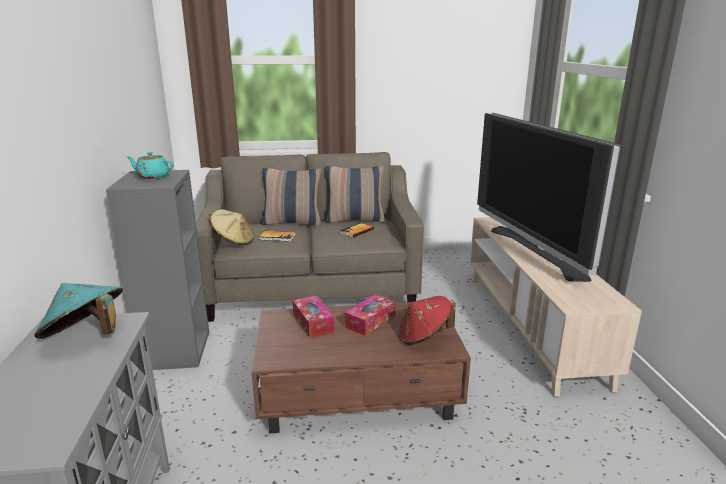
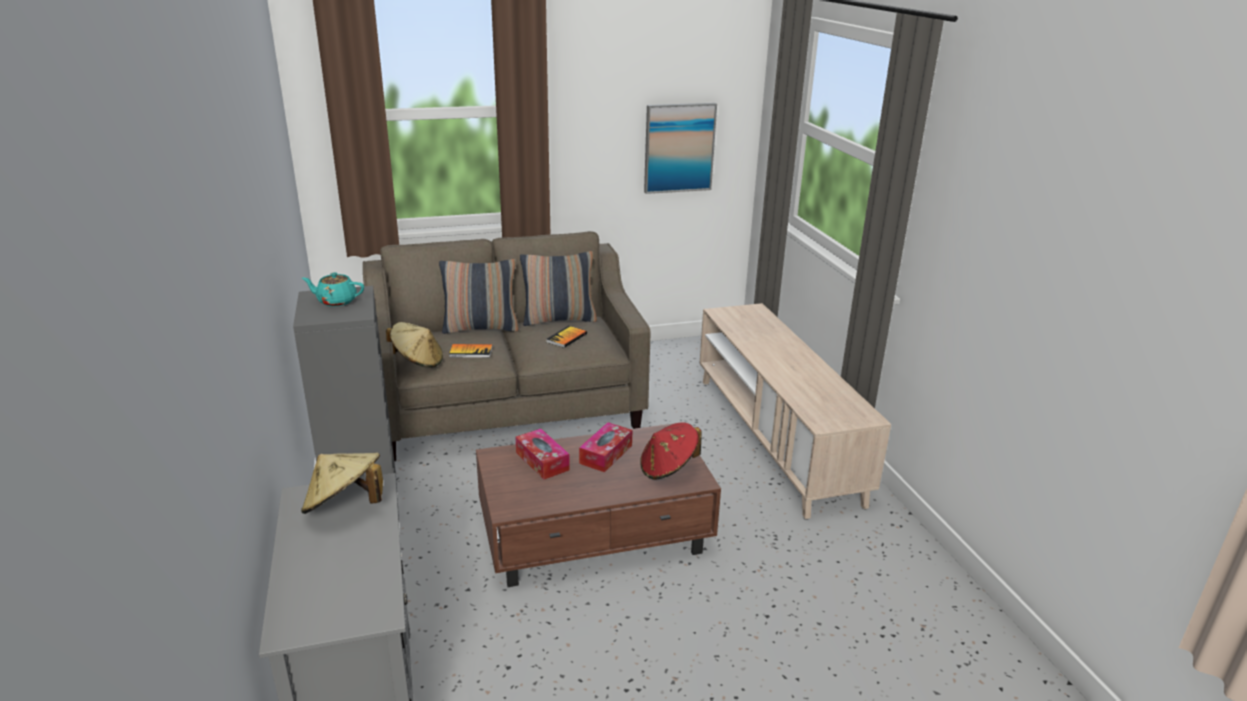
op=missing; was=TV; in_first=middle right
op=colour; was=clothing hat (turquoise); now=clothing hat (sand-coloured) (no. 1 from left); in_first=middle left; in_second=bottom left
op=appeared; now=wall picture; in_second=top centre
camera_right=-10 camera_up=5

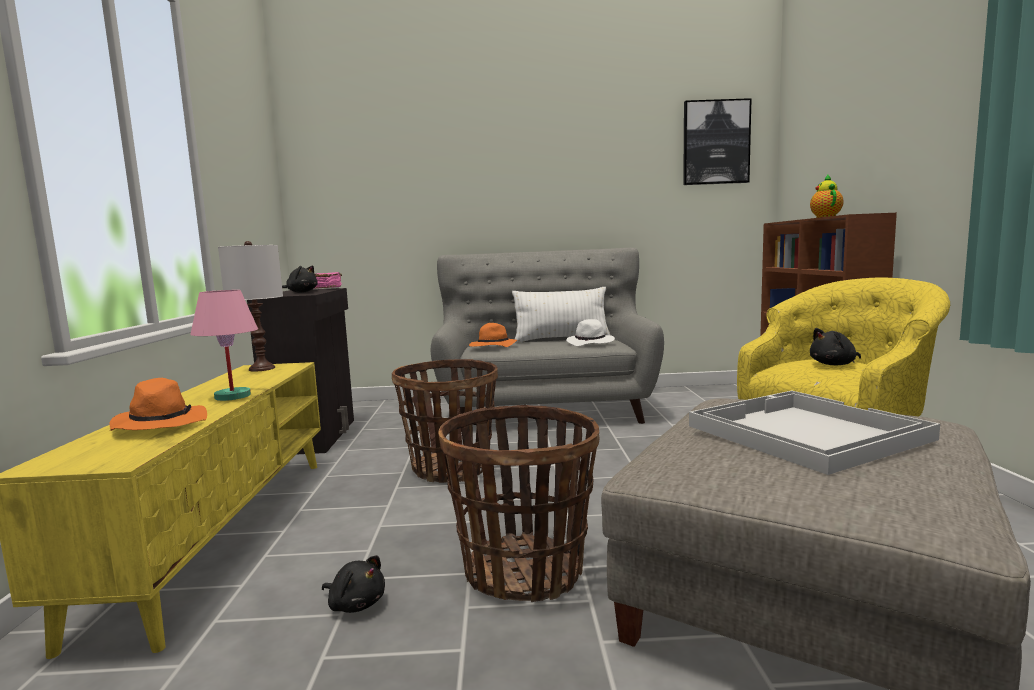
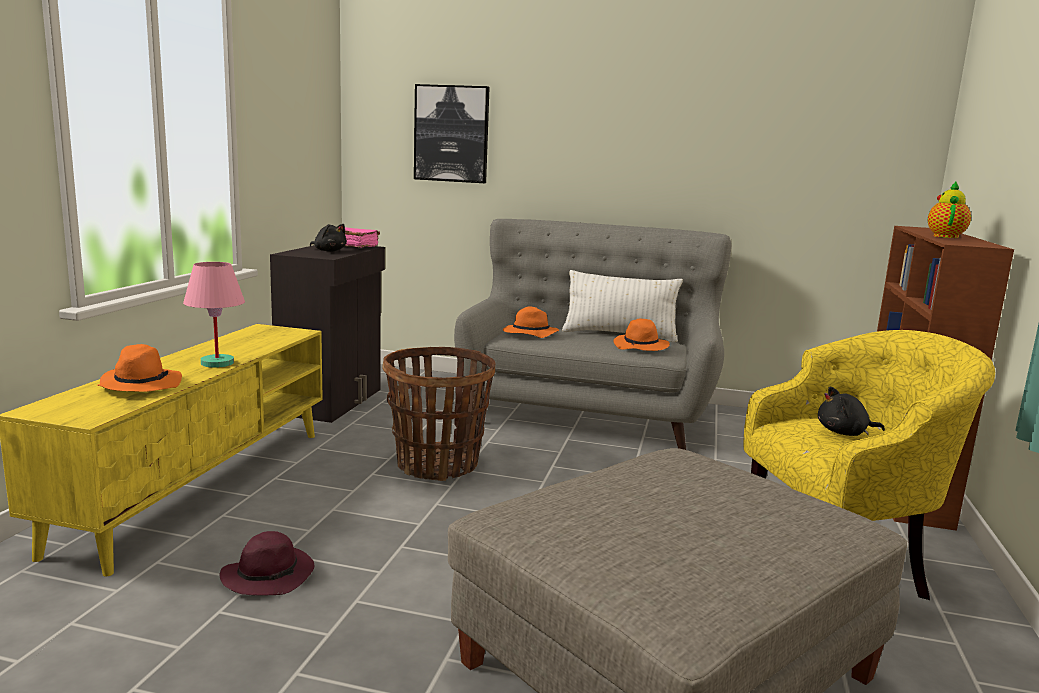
op=relocated; was=wall picture; in_first=top right; in_second=top centre
op=missing; was=table lamp (whitish); in_first=middle left
op=colour; was=clothing hat (whitish); now=clothing hat (orange) (no. 3 from left); in_first=centre; in_second=centre
op=missing; was=carrying tray (whitish); in_first=middle right
op=missing; was=basket (no. 2 from left); in_first=bottom centre
op=exchanged; was=plush toy (black) (no. 2 from left); now=clothing hat (purple); in_first=bottom centre; in_second=bottom left
camera_right=15 camera_up=5

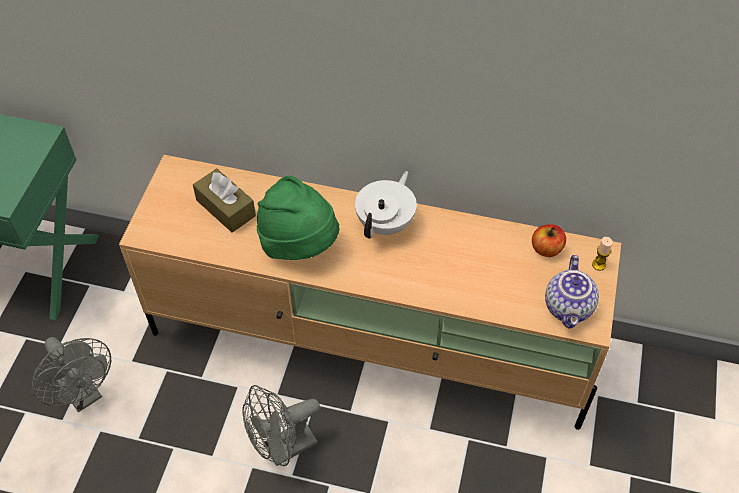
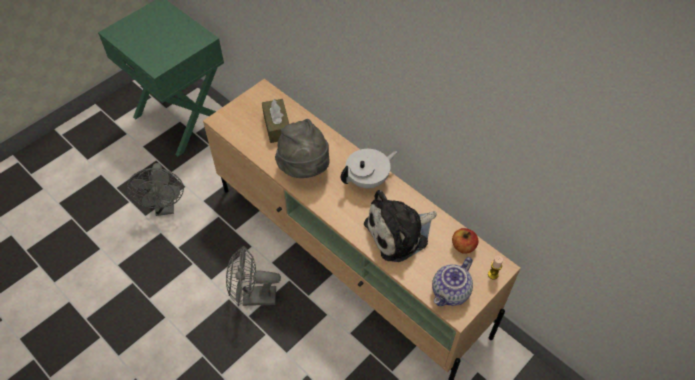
op=colour; was=clothing hat (green); now=clothing hat (grey); in_first=centre; in_second=centre
op=appeared; now=plush toy; in_second=centre
camera_right=30 camera_up=0

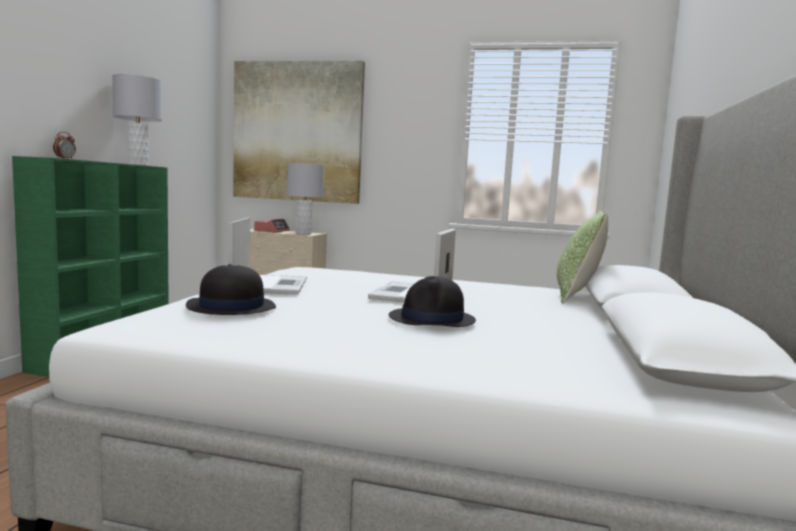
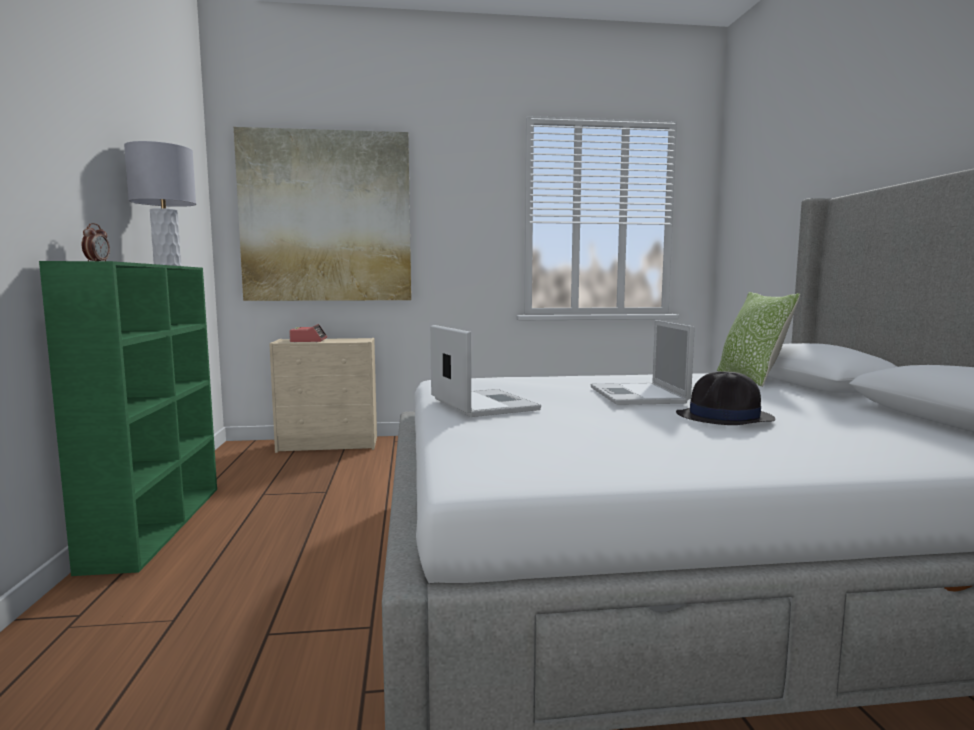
op=missing; was=table lamp (grey) (no. 2 from left); in_first=centre
op=missing; was=clothing hat (black) (no. 1 from left); in_first=middle left
camera_right=-20 camera_up=0

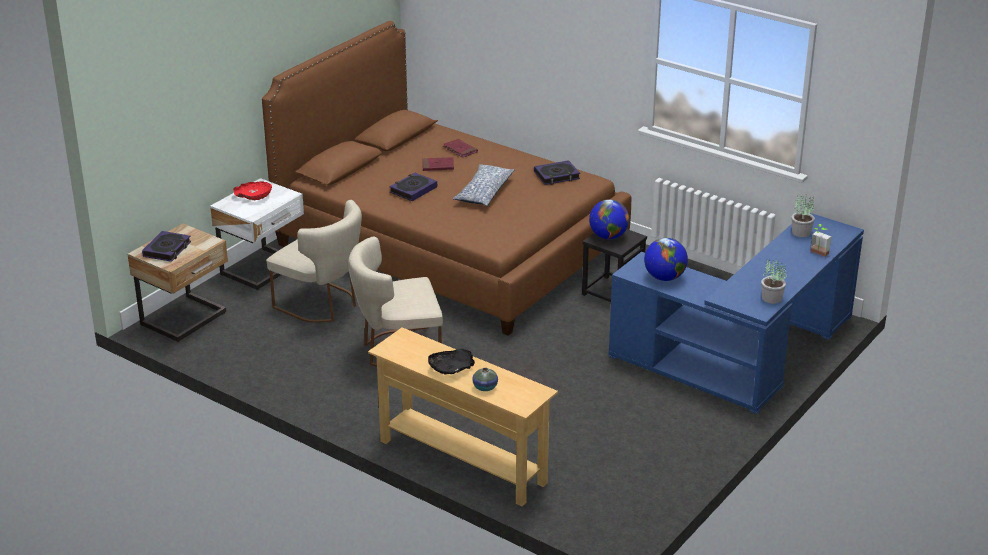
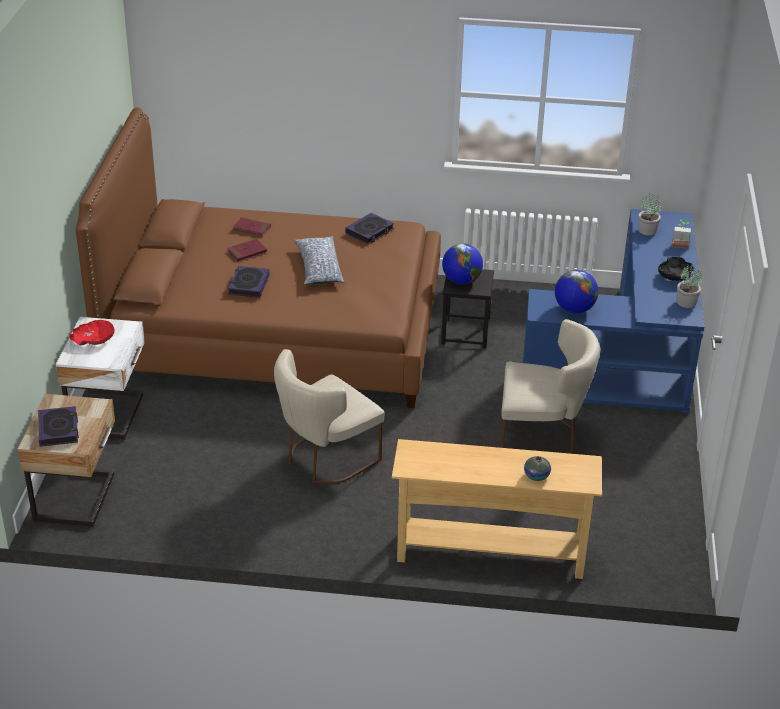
op=relocated; was=chair (sand-coloured) (no. 1 from left in the first image); now=chair (sand-coloured) (no. 2 from left); in_first=middle left; in_second=middle right
op=relocated; was=serving bowl (black); in_first=centre; in_second=middle right
camera_right=-30 camera_up=5

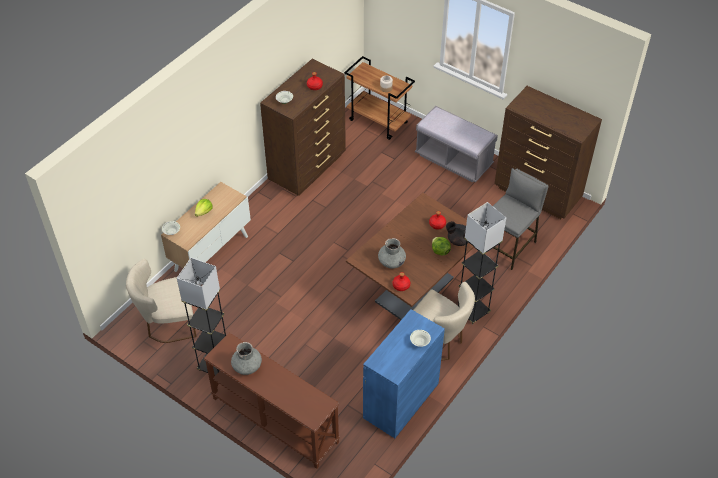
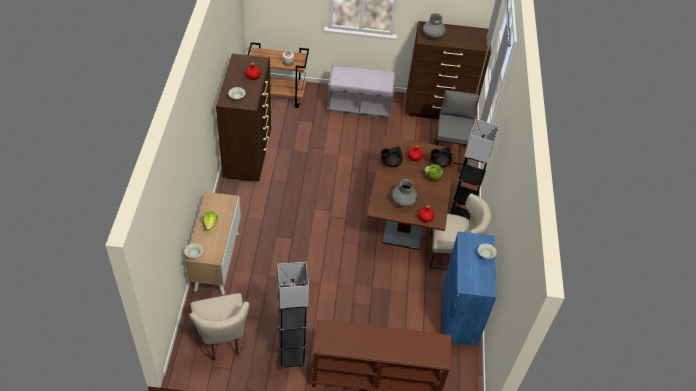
op=spun; was=chair (sand-coloured) (no. 1 from left); in_first=middle left; in_second=bottom left; clockwise=-60
op=relocated; was=decorative vase (grey) (no. 1 from left in the first image); now=decorative vase (grey) (no. 2 from left); in_first=bottom centre; in_second=top centre
op=appeared; now=tea pot (black) (no. 1 from left); in_second=centre
camera_right=-35 camera_up=0

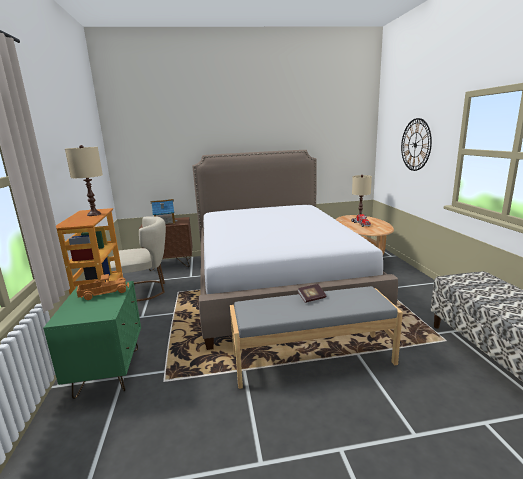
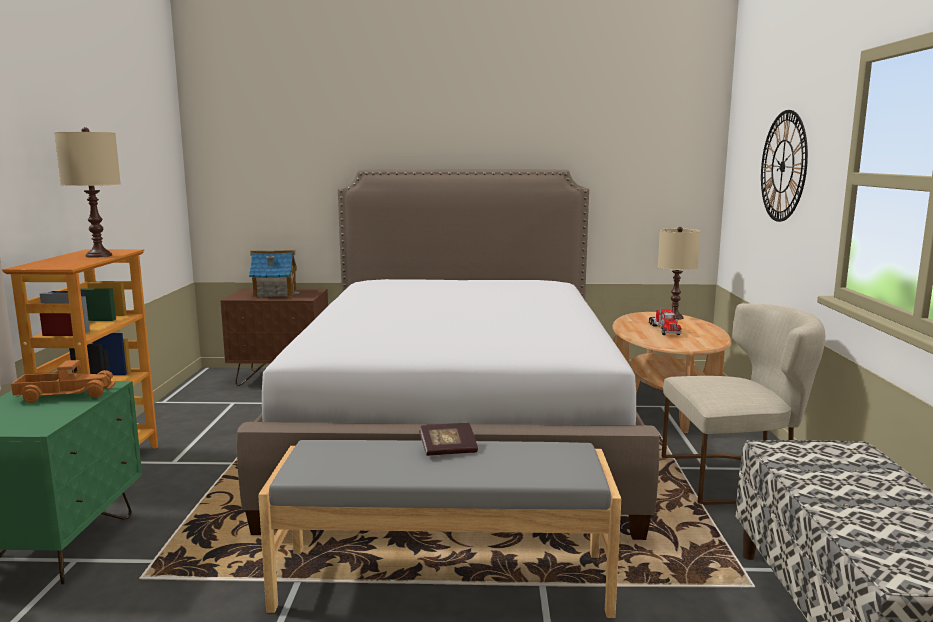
op=relocated; was=chair (sand-coloured); in_first=middle left; in_second=middle right
camera_right=10 camera_up=-5

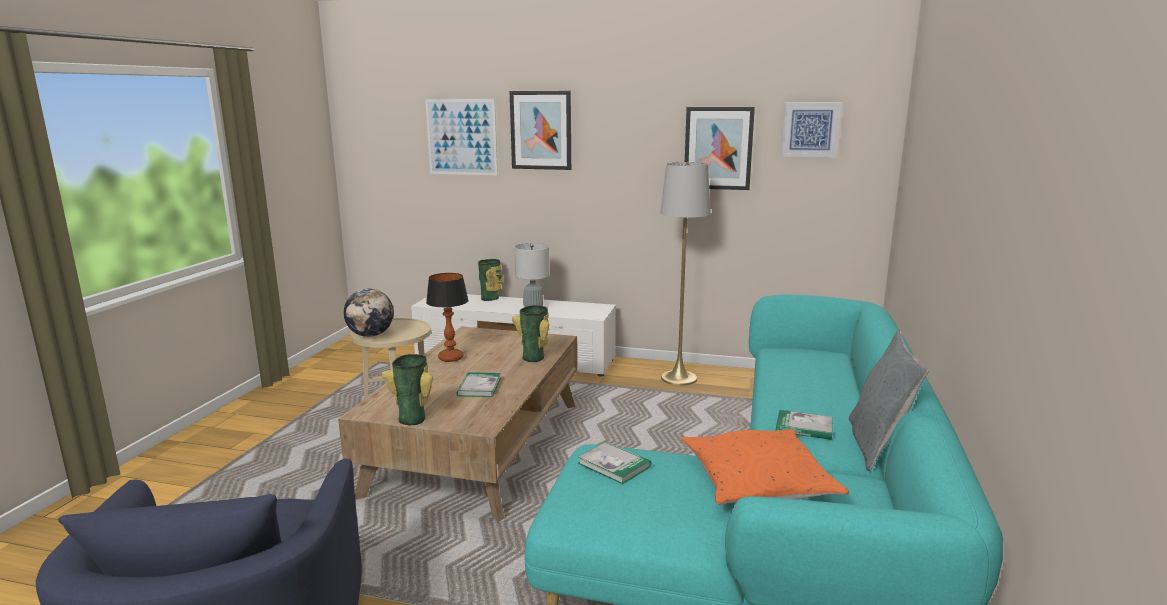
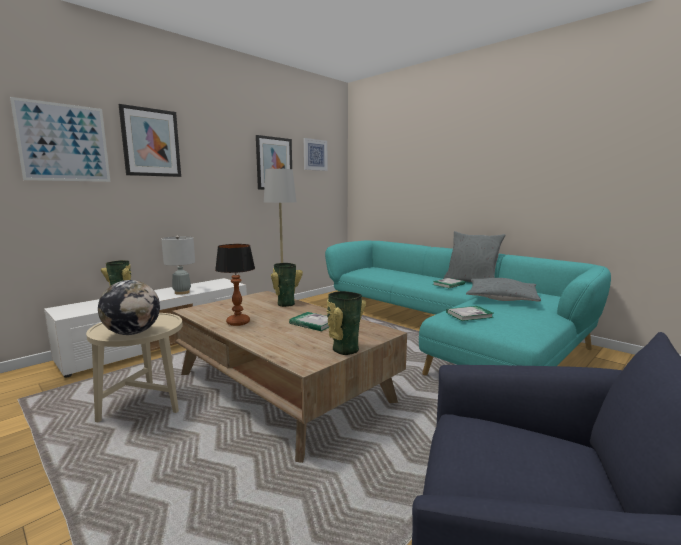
op=colour; was=pillow (orange); now=pillow (grey) (no. 2 from left); in_first=bottom centre; in_second=middle right
camera_right=-60 camera_up=-5

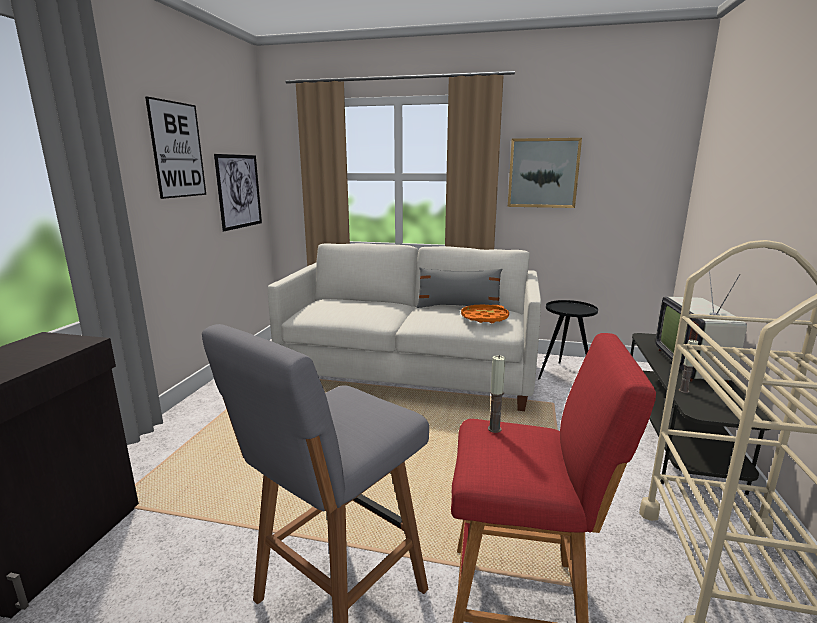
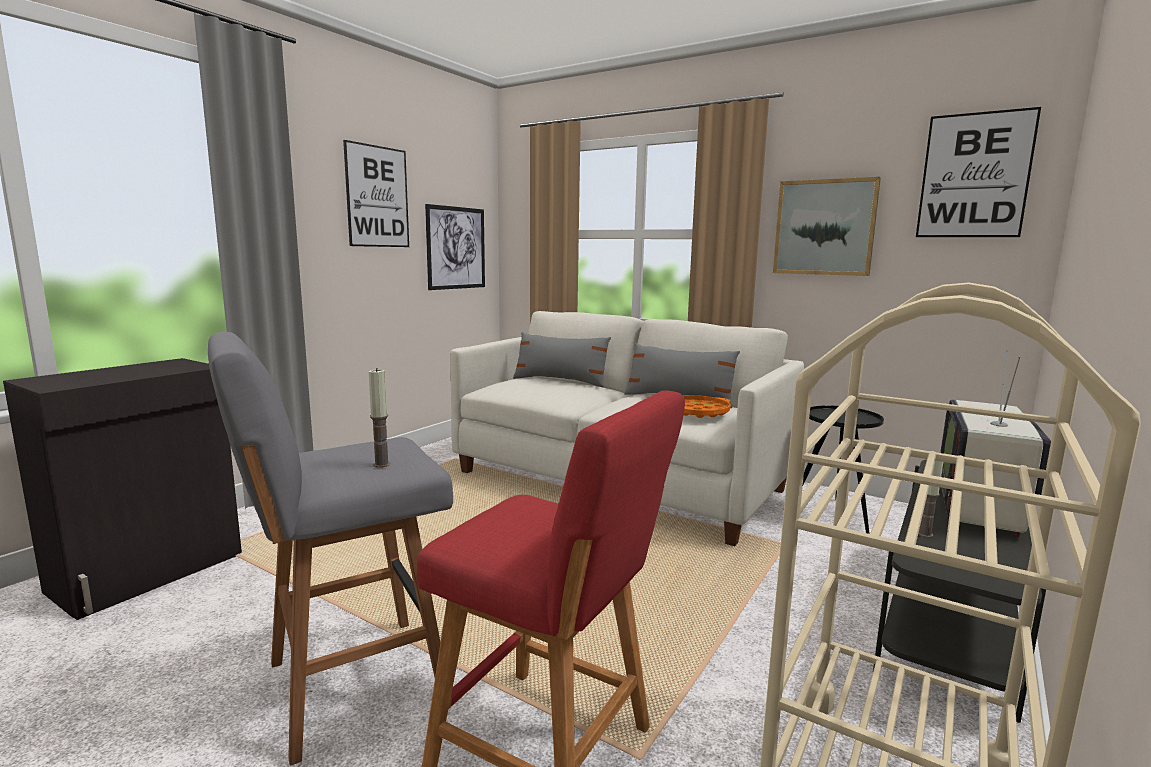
op=relocated; was=candle (no. 1 from left); in_first=centre; in_second=middle left
op=appeared; now=wall picture (no. 4 from left); in_second=top right
op=appeared; now=pillow (grey) (no. 1 from left); in_second=centre
camera_right=20 camera_up=-5

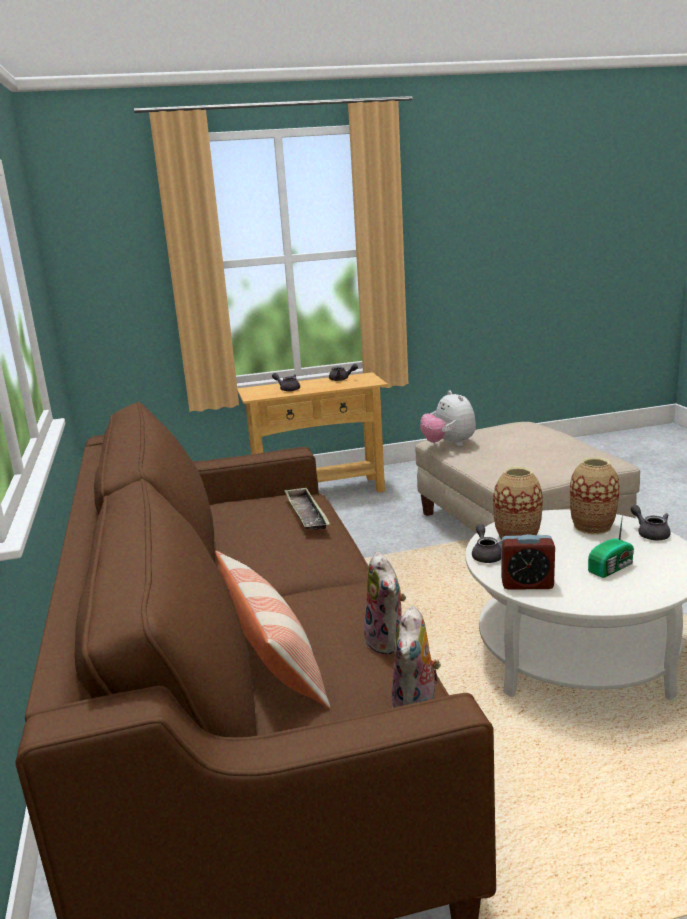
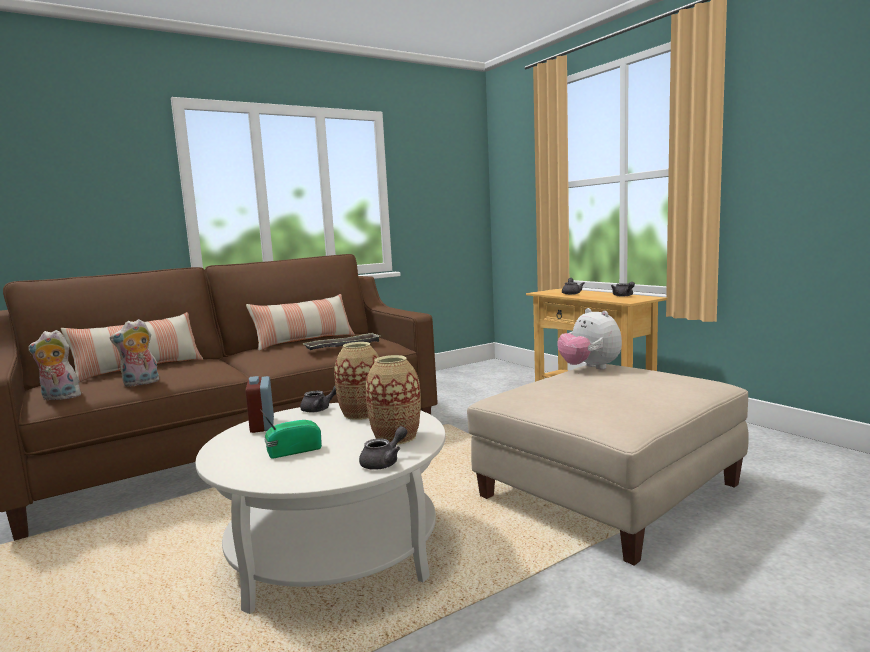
op=spun; was=plush toy (no. 3 from left); in_first=centre; in_second=middle right; clockwise=-75
op=spun; was=radio; in_first=middle right; in_second=centre; clockwise=120
op=appeared; now=pillow (no. 2 from left); in_second=centre
camera_right=70 camera_up=-10

